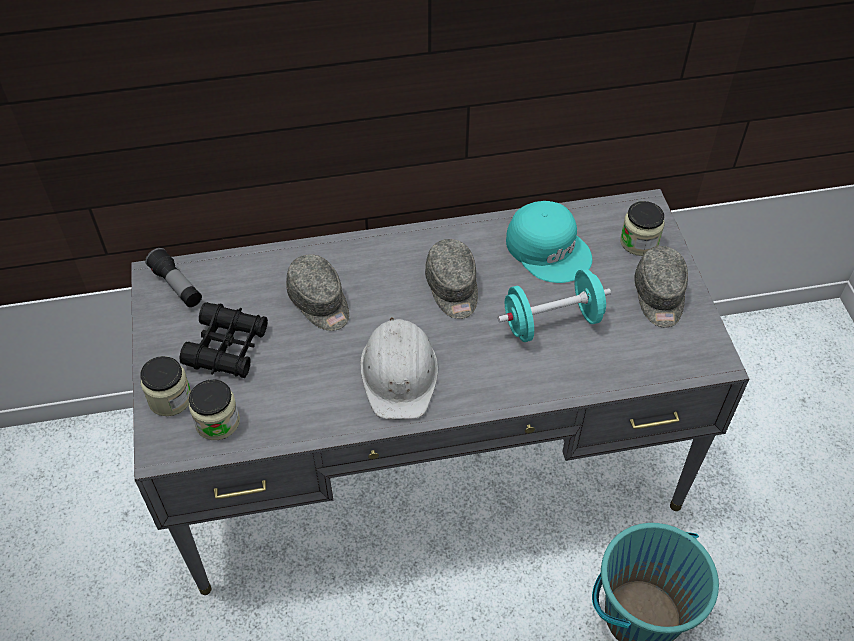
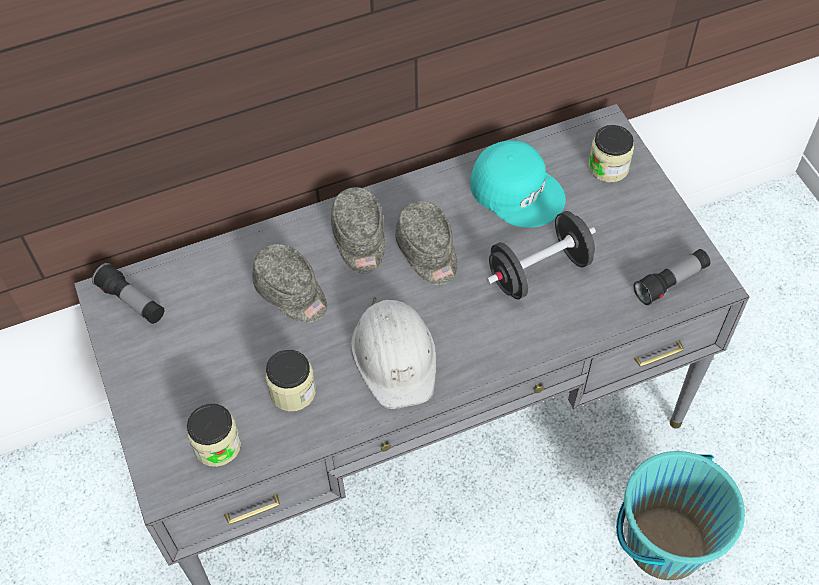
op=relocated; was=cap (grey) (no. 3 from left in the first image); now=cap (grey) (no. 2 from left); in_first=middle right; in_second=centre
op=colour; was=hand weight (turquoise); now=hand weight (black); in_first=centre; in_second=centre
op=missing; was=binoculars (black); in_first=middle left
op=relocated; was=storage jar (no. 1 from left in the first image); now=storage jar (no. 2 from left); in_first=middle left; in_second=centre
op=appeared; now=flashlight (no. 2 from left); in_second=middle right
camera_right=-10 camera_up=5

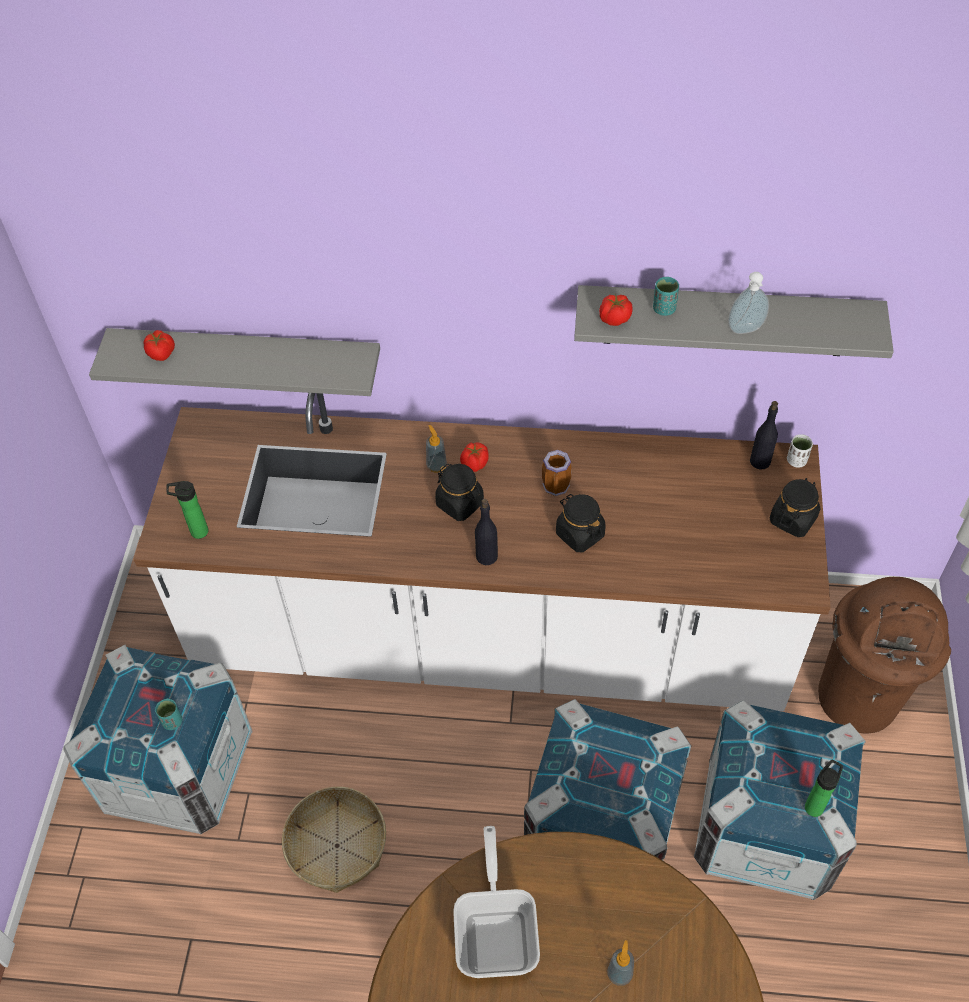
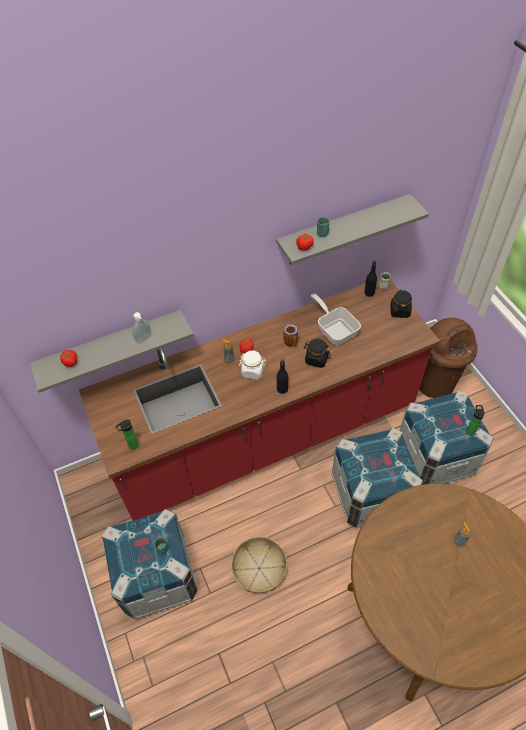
op=relocated; was=soap bottle (no. 3 from left in the first image); now=soap bottle (no. 1 from left); in_first=top right; in_second=middle left
op=colour; was=kitchen base unit (whitish); now=kitchen base unit (reddish); in_first=centre; in_second=centre
op=colour; was=storage jar (black) (no. 1 from left); now=storage jar (whitish); in_first=centre; in_second=centre
op=relocated; was=frying pan; in_first=bottom centre; in_second=centre
camera_right=-30 camera_up=0

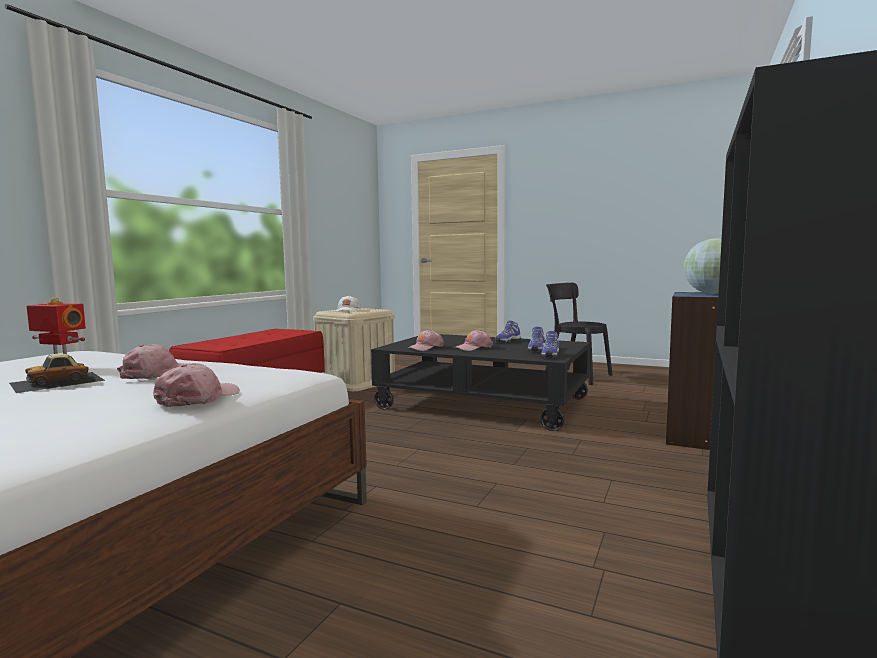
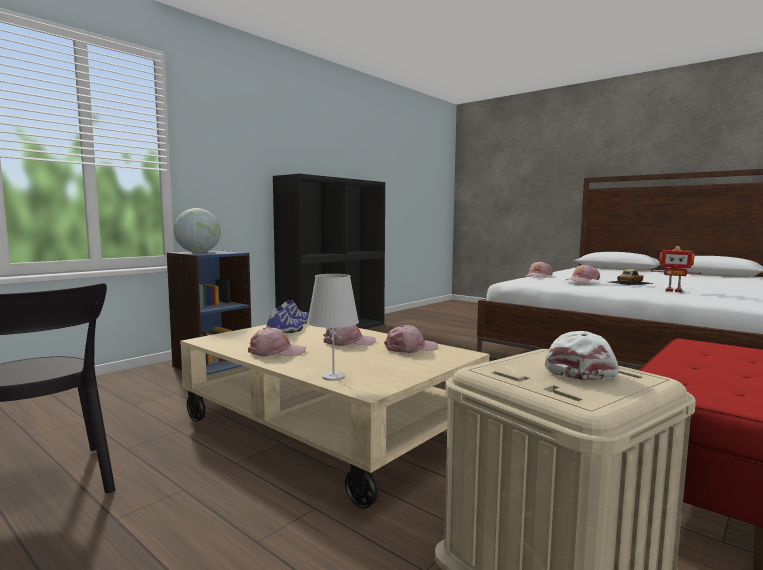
op=exchanged; was=item of footwear (no. 1 from left); now=cap (pink) (no. 1 from left); in_first=centre; in_second=centre
op=colour; was=coffee table (black); now=coffee table (sand-coloured); in_first=centre; in_second=bottom centre
op=appeared; now=table lamp (whitish); in_second=centre
camera_right=-165 camera_up=0

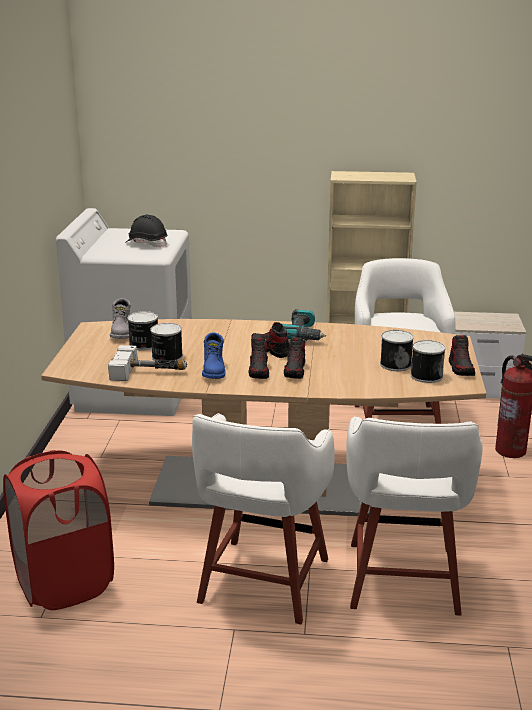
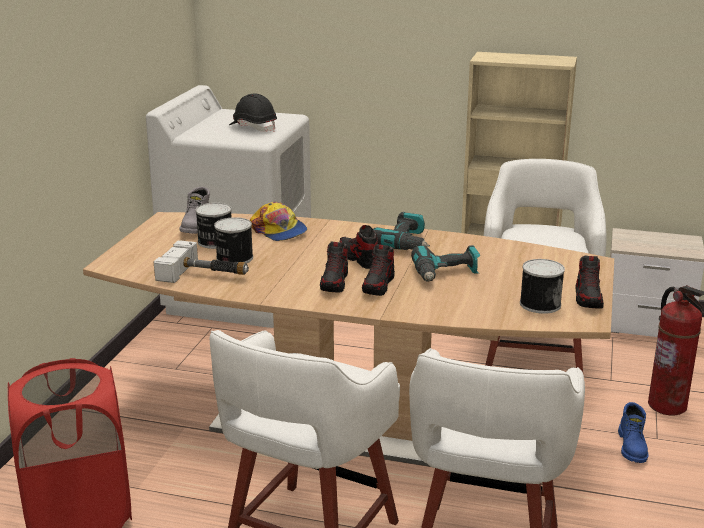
op=missing; was=sealed can (no. 3 from left); in_first=middle right
op=relocated; was=boot (bluish); in_first=centre; in_second=bottom right
op=appeared; now=cap; in_second=centre
op=appeared; now=electric drill (no. 2 from left); in_second=centre
camera_right=10 camera_up=0

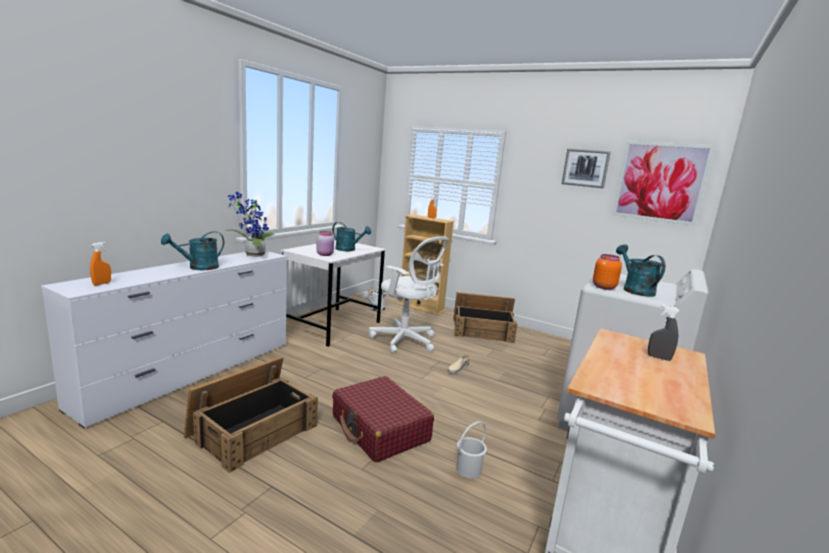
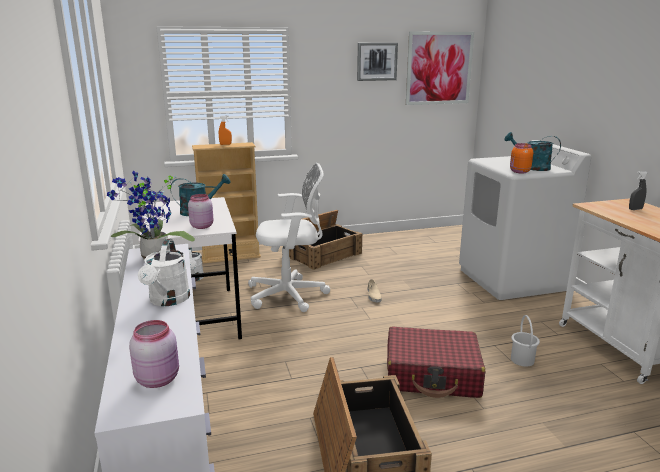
op=colour; was=watering can (turquoise) (no. 1 from left); now=watering can (whitish) (no. 1 from left); in_first=middle left; in_second=middle left
op=exchanged; was=spray bottle (orange) (no. 1 from left); now=storage jar (pink) (no. 1 from left); in_first=middle left; in_second=bottom left
camera_right=-45 camera_up=5

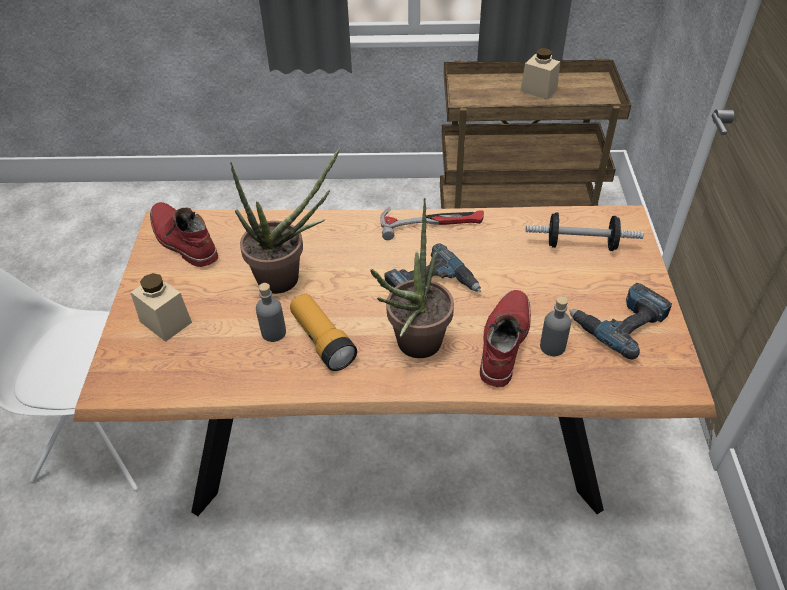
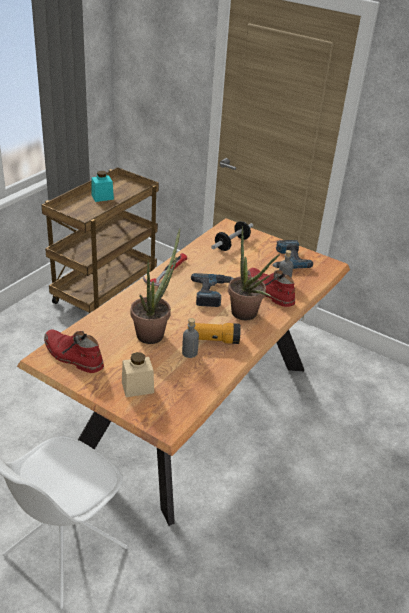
op=colour; was=storage jar (sand-coloured) (no. 2 from left); now=storage jar (turquoise); in_first=top right; in_second=top left
op=spun; was=boot (reddish) (no. 1 from left); in_first=middle left; in_second=middle left; clockwise=45
camera_right=-60 camera_up=-10

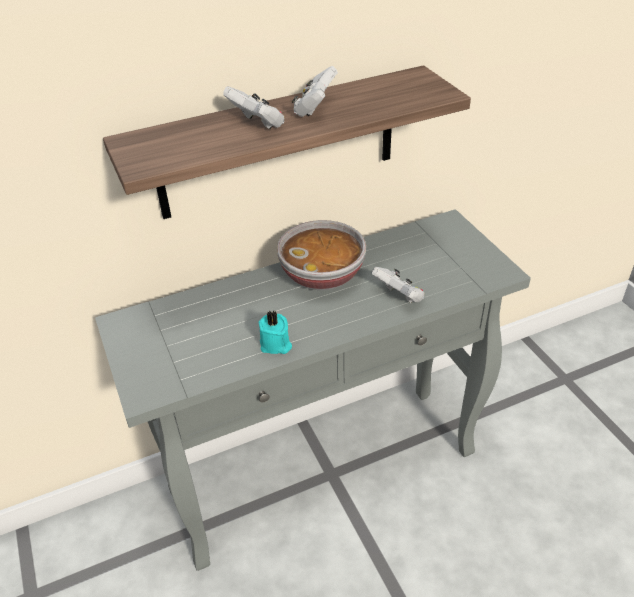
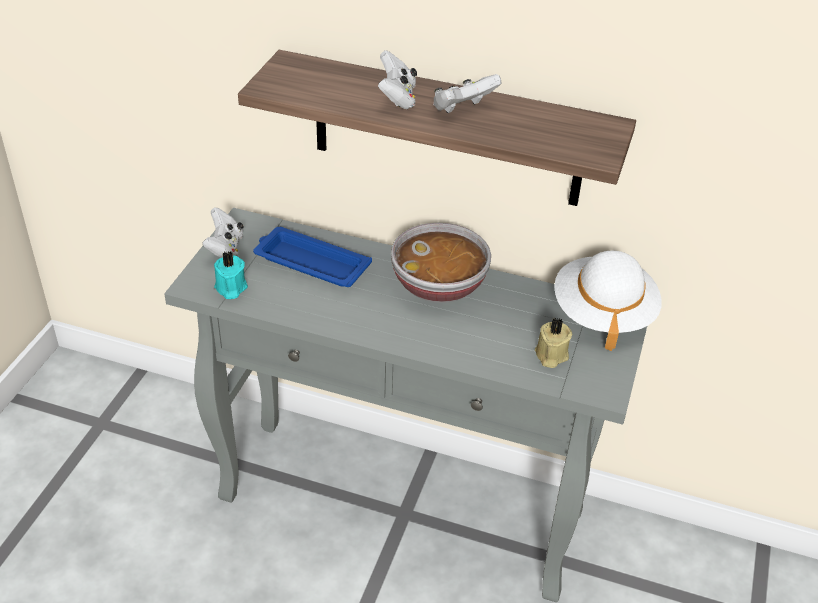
op=relocated; was=game controller (whitish) (no. 3 from left in the first image); now=game controller (whitish) (no. 1 from left); in_first=centre; in_second=middle left
op=relocated; was=candle (turquoise); in_first=centre; in_second=middle left
op=appeared; now=carrying tray (bluish); in_second=centre
op=appeared; now=clothing hat (whitish); in_second=middle right
op=appeared; now=candle (sand-coloured); in_second=middle right
camera_right=40 camera_up=0

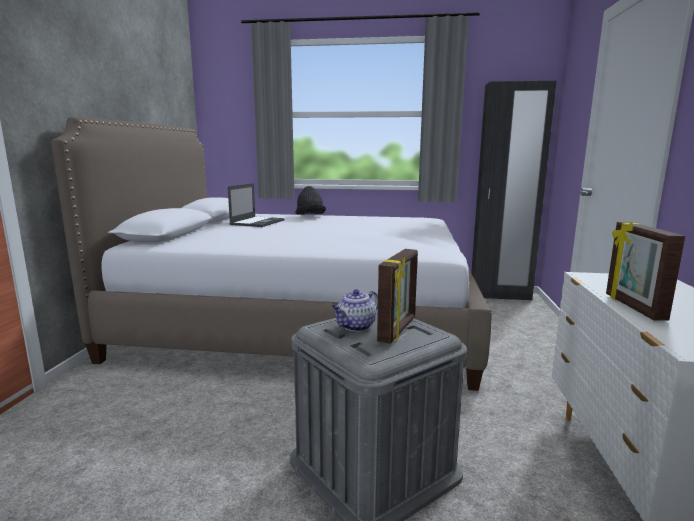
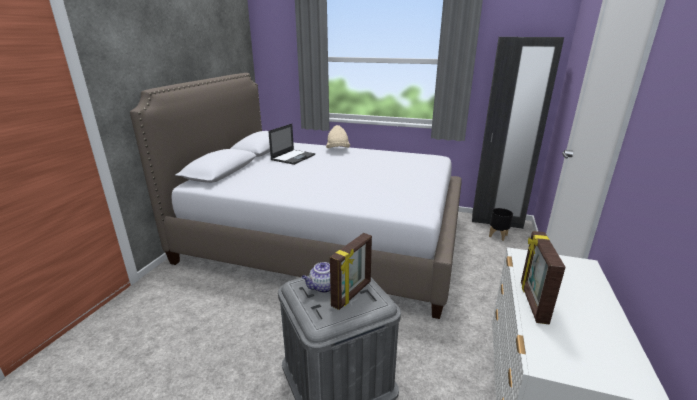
op=colour; was=clothing hat (black); now=clothing hat (sand-coloured); in_first=centre; in_second=centre
op=appeared; now=planter (black); in_second=middle right
camera_right=10 camera_up=10

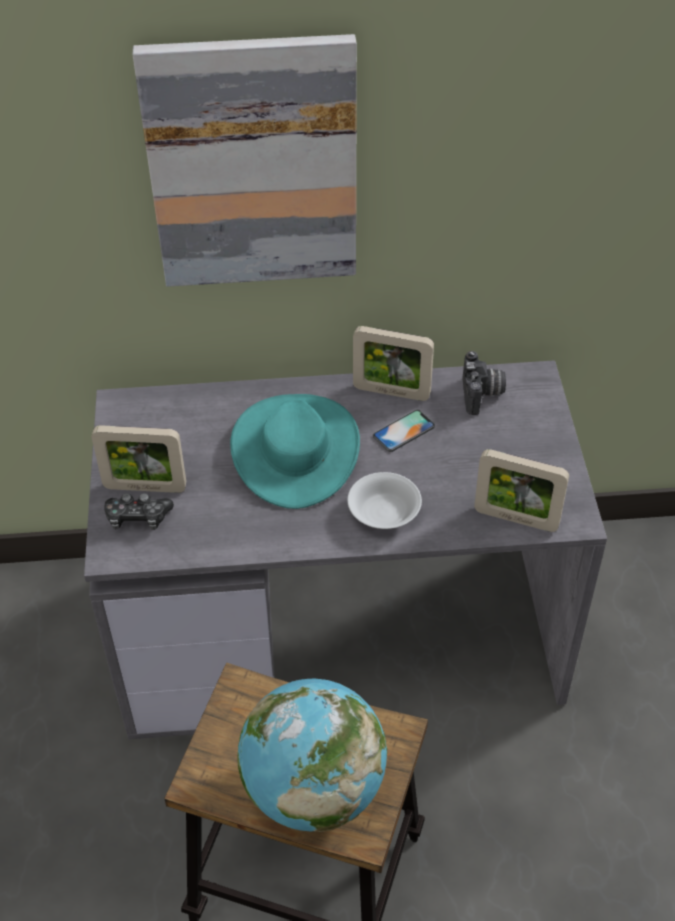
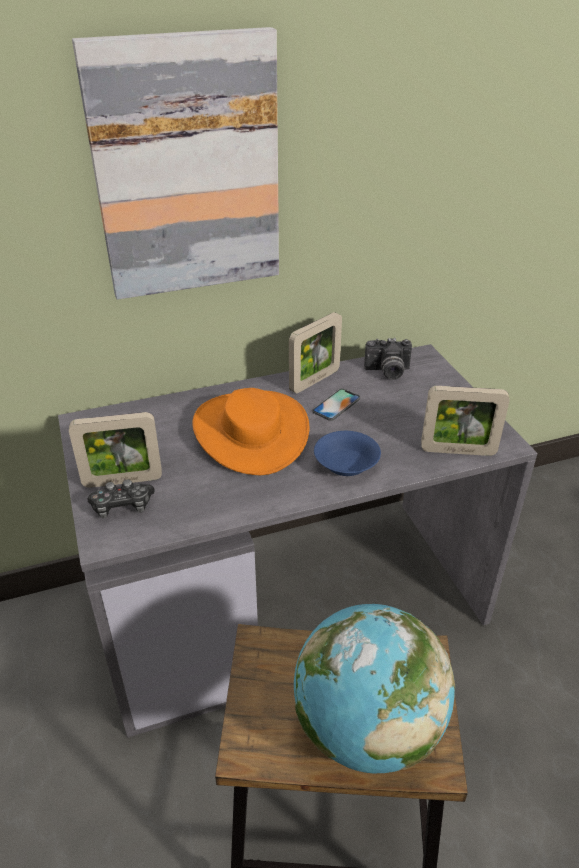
op=spun; was=photo frame (no. 2 from left); in_first=centre; in_second=centre; clockwise=-45
op=spun; was=photo camera; in_first=middle right; in_second=middle right; clockwise=105
op=colour; was=clothing hat (turquoise); now=clothing hat (orange); in_first=centre; in_second=centre
op=colour; was=serving bowl (whitish); now=serving bowl (bluish); in_first=centre; in_second=centre
camera_right=-15 camera_up=-10

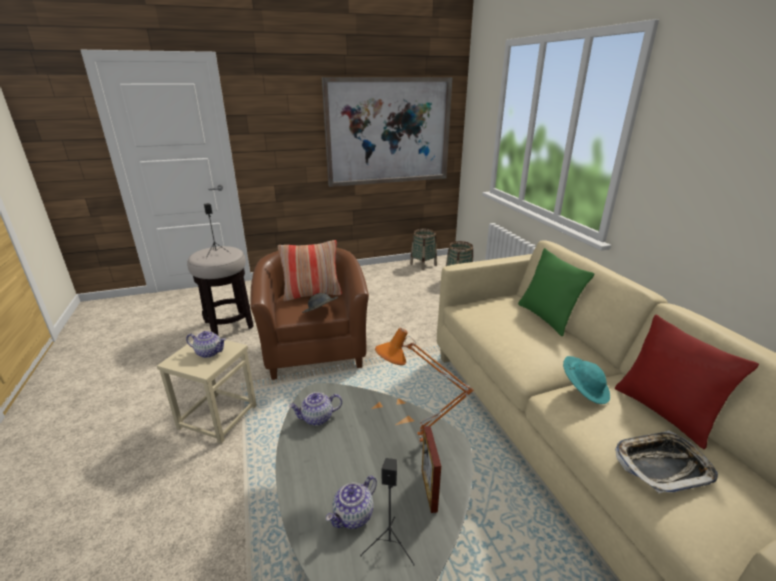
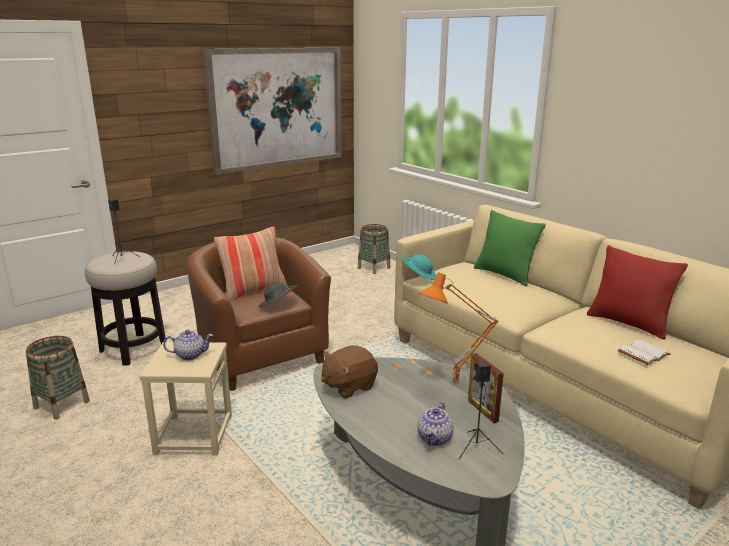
op=relocated; was=basket (no. 1 from left); in_first=centre; in_second=bottom left
op=relocated; was=clothing hat (turquoise); in_first=middle right; in_second=centre
op=exchanged; was=tea pot (no. 2 from left); now=plush toy (brown); in_first=bottom centre; in_second=bottom centre
op=exchanged; was=carrying tray; now=volume (whitish); in_first=bottom right; in_second=middle right
camera_right=-20 camera_up=-5

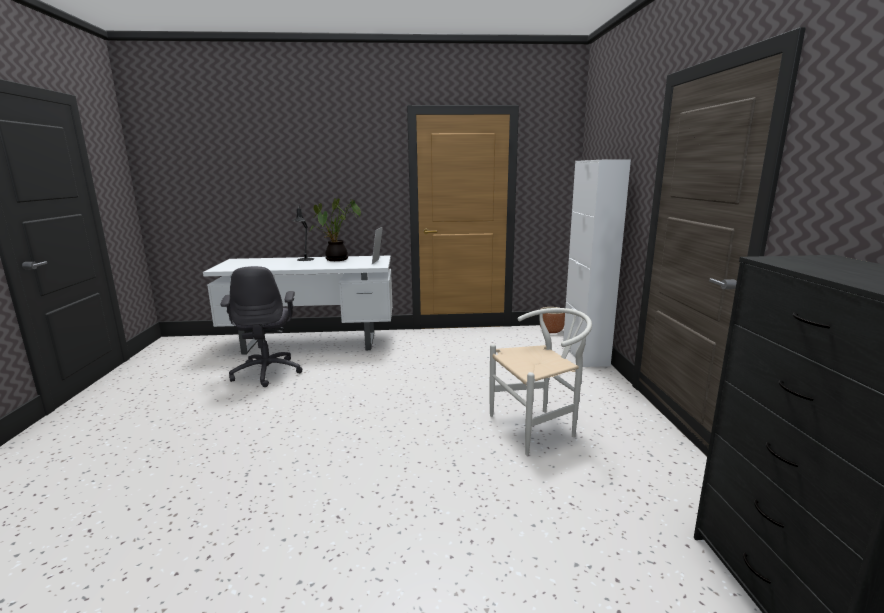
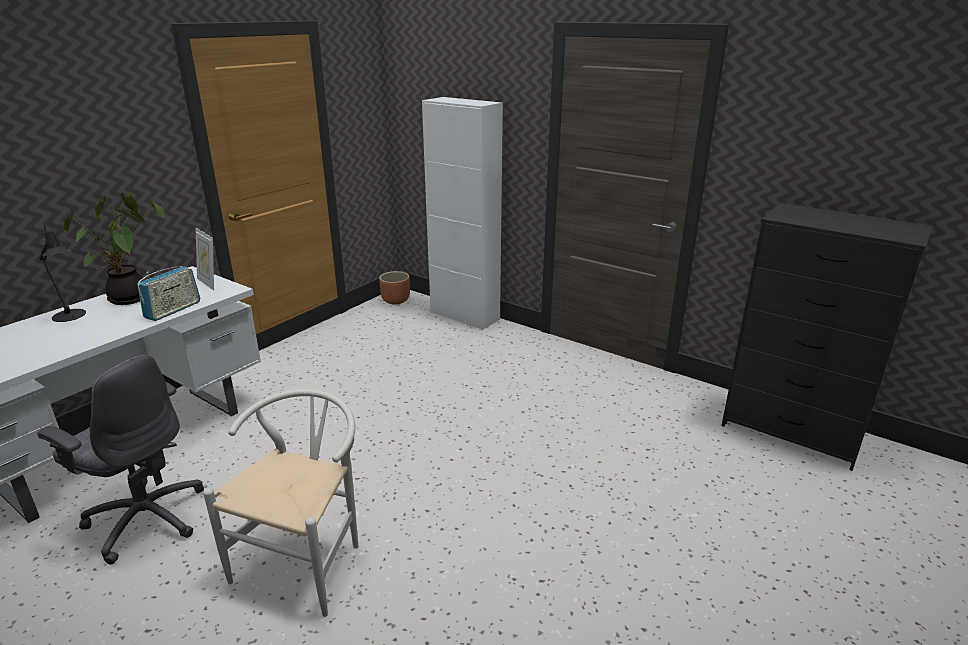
op=relocated; was=chair (whitish); in_first=centre; in_second=bottom left
op=appeared; now=radio; in_second=middle left
camera_right=-50 camera_up=10

